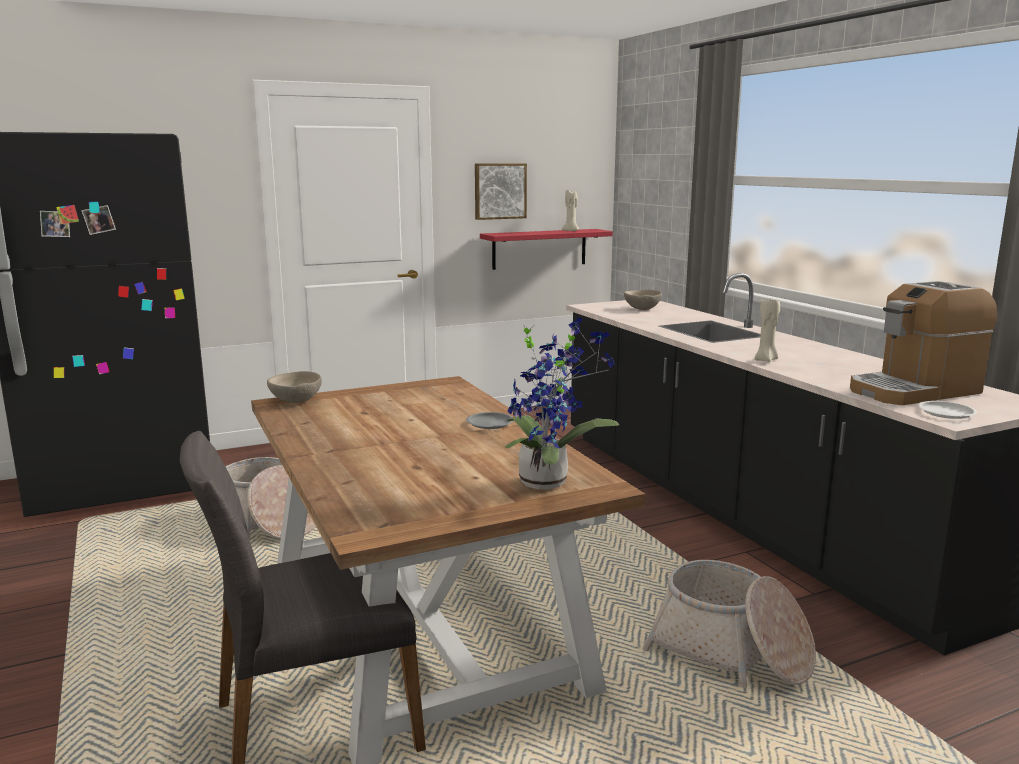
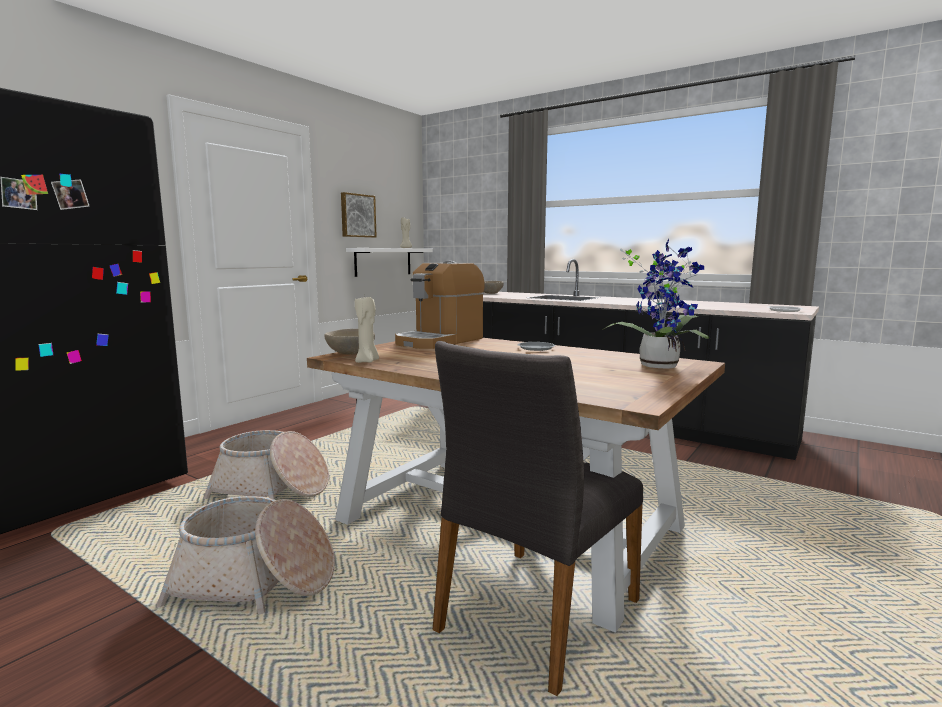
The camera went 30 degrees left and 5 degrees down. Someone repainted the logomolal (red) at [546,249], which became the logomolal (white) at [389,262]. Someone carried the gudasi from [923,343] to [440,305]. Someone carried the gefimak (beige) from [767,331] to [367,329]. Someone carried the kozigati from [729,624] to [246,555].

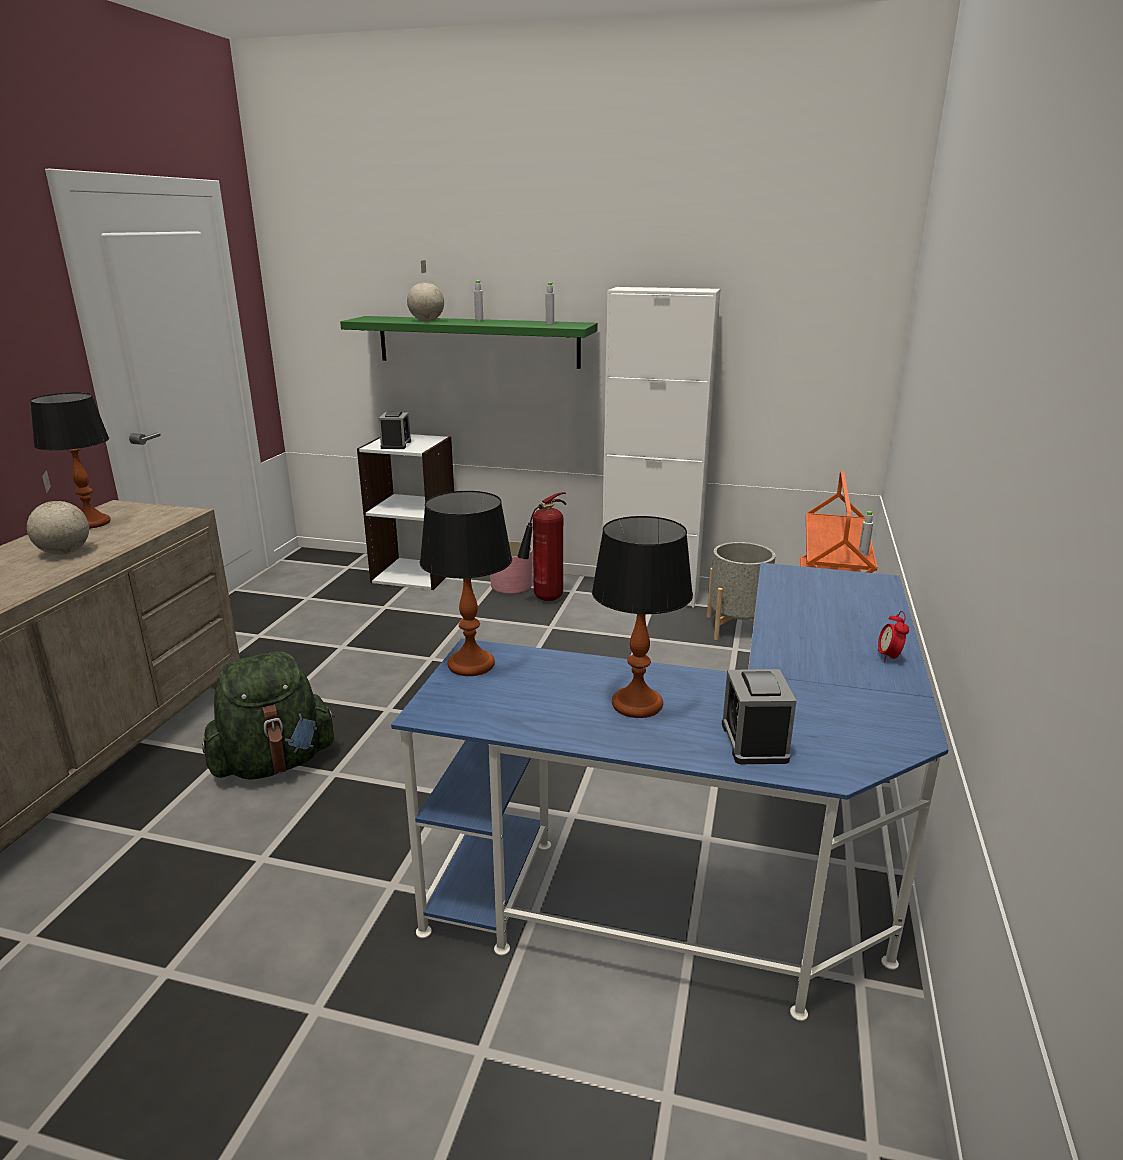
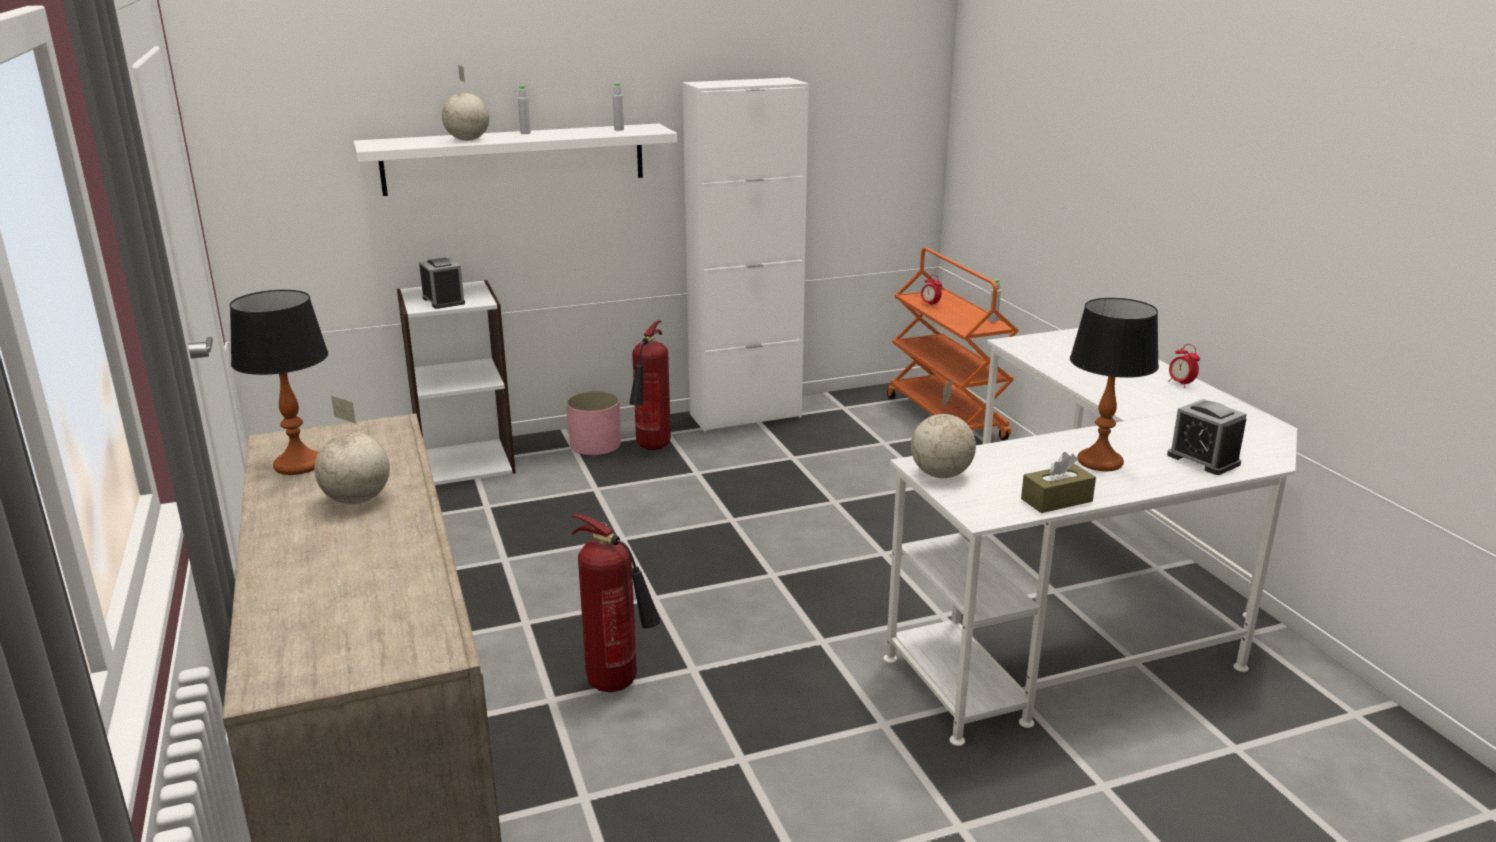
The camera went 35 degrees left and 0 degrees up. Someone repainted the logomolal (green) at [469,342], which became the logomolal (white) at [515,159]. Someone swapped the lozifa at [466,583] for the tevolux at [943,428]. Someone took away the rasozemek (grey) at [741,591]. Someone repainted the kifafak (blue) at [670,792], which became the kifafak (white) at [1090,537]. Someone swapped the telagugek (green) at [268,716] for the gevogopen at [616,603]. Someone put down the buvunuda at [931,290]. Someone put down the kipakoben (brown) at [1058,482].

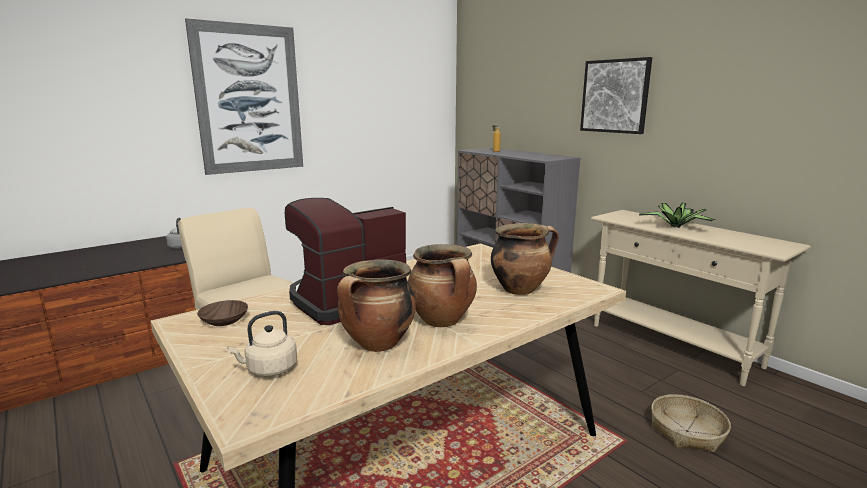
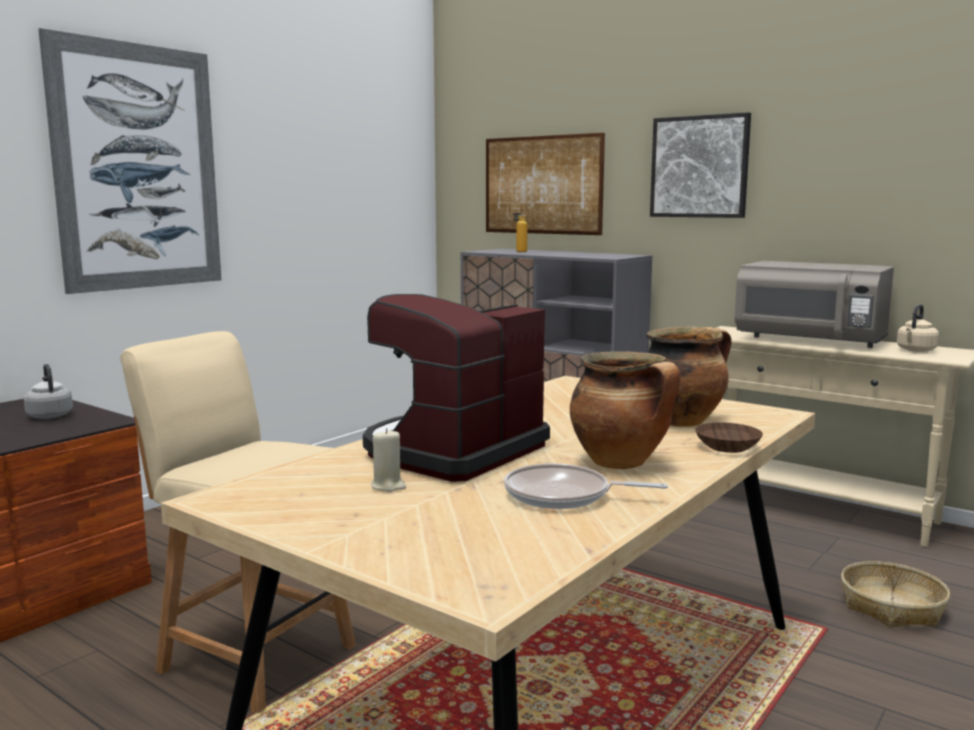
The camera went 15 degrees left and 5 degrees down. Someone swapped the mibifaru at [677,215] for the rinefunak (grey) at [814,304]. Someone swapped the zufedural at [376,305] for the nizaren at [586,486]. Someone carried the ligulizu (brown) from [222,313] to [729,437]. Someone carried the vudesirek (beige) from [262,344] to [918,328]. Someone put up the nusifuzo at [545,184]. Someone put down the gefimak (beige) at [388,460].

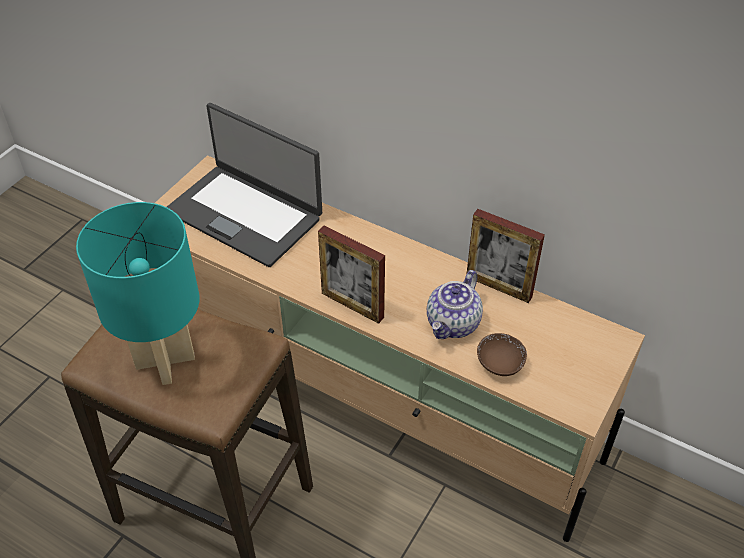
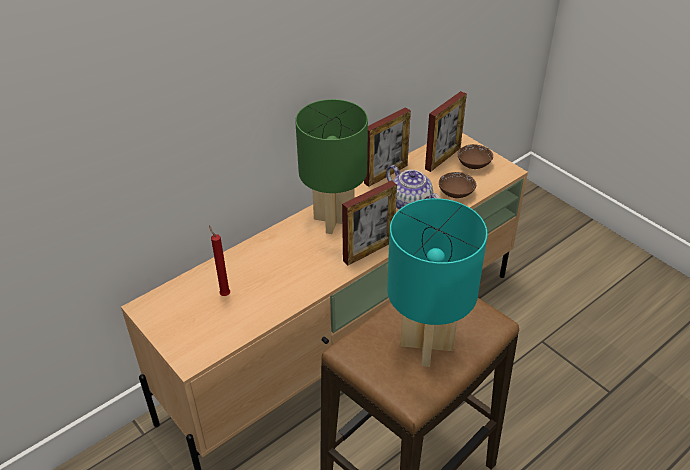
The camera went 70 degrees left and 5 degrees down. Someone swapped the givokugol at [244,185] for the gefimak (red) at [219,260]. Someone put down the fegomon at [446,131]. Someone put down the lozifa (green) at [331,166]. Someone put down the ligulizu (brown) at [475,156].

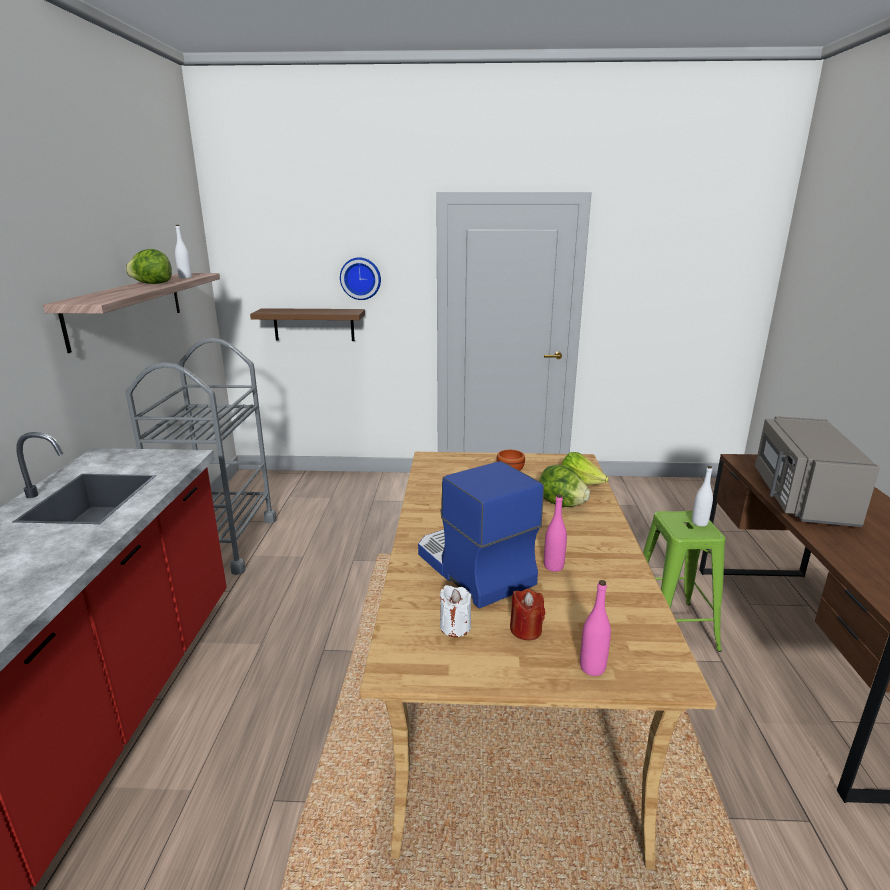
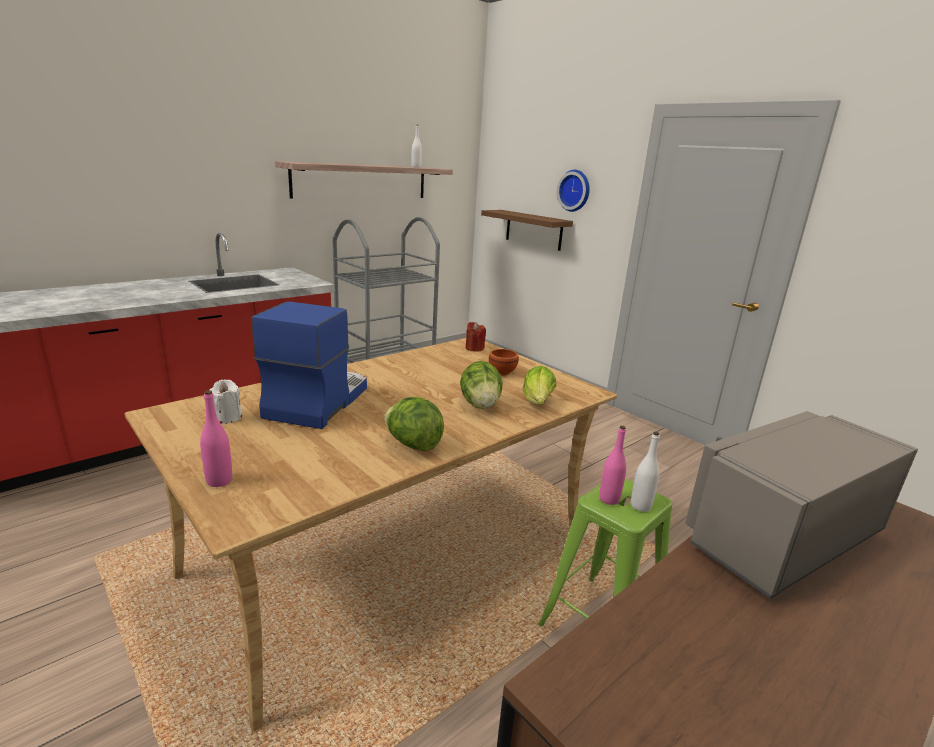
The camera went 45 degrees right and 0 degrees up. Someone carried the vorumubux from [148,266] to [414,424]. Someone carried the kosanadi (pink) from [555,533] to [612,465]. Someone carried the gefimak (red) from [527,614] to [476,337].

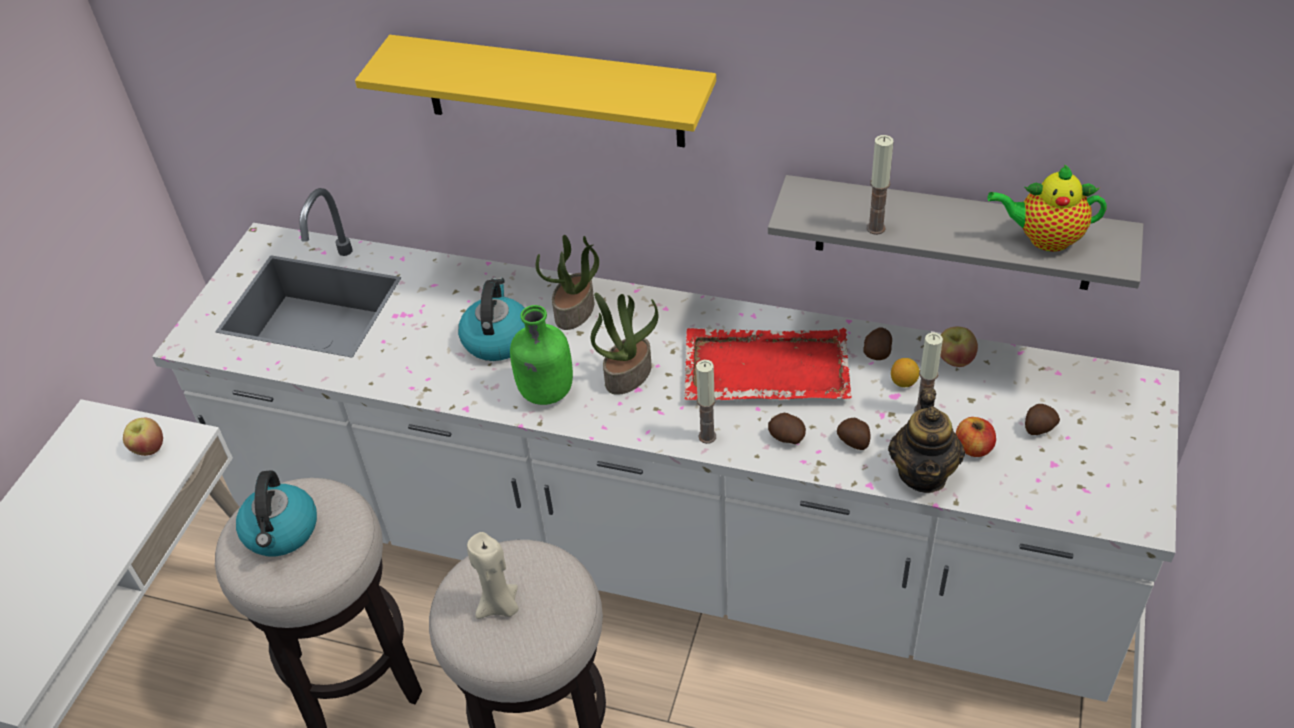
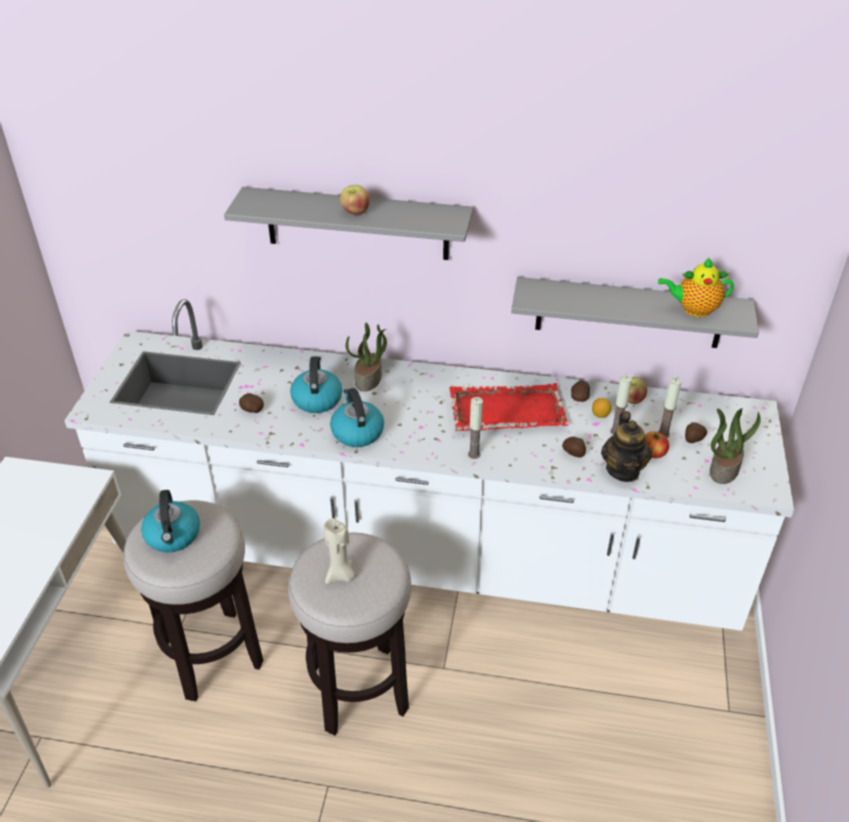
The camera went 10 degrees left and 5 degrees down. Someone repainted the logomolal (yellow) at [535,91], which became the logomolal (grey) at [348,223]. Someone carried the gefimak from [880,185] to [670,407]. Someone carried the mibifaru from [625,344] to [735,446]. Someone swapped the kosanadi (green) at [541,355] for the vudesirek at [357,417]. Someone carried the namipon from [787,428] to [251,403]. Someone carried the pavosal from [143,437] to [355,200].

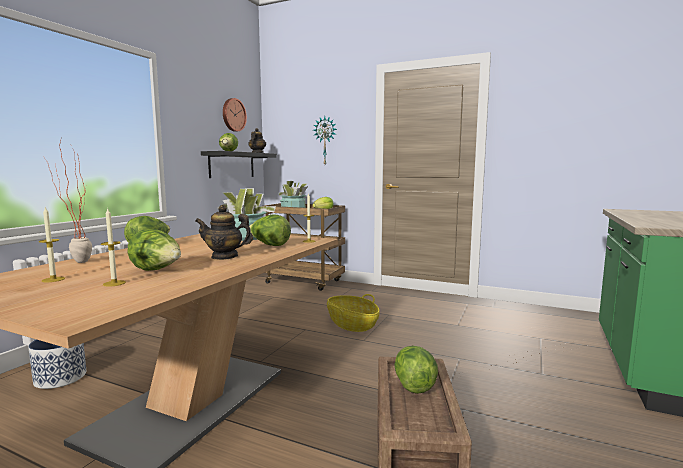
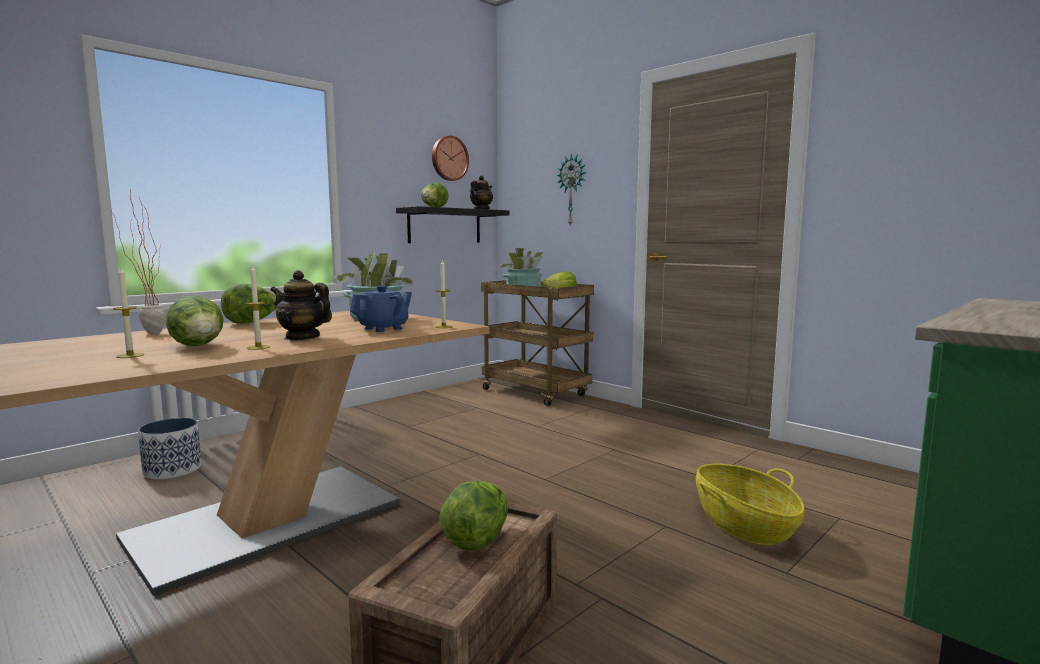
The camera went 20 degrees right and 0 degrees up. Someone carried the gefimak from [52,244] to [257,308]. Someone swapped the vorumubux at [270,230] for the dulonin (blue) at [381,309]. Someone carried the kozigati from [353,313] to [750,504].

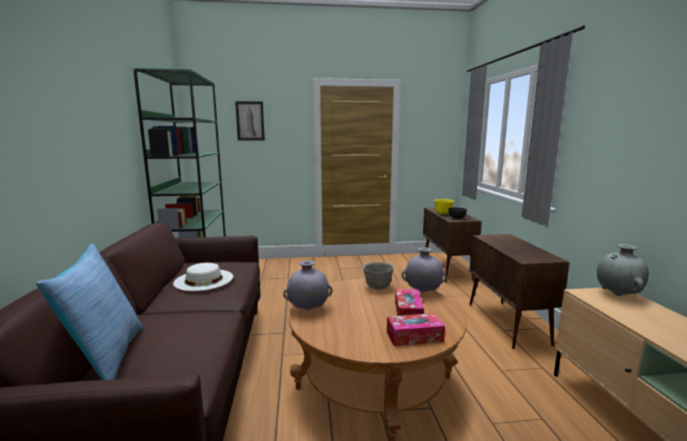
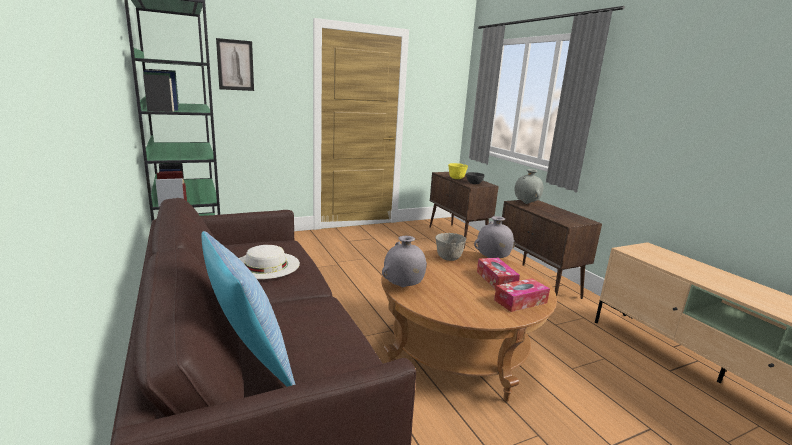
The camera went 20 degrees left and 5 degrees up. Someone carried the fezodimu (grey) from [623,270] to [529,186].

